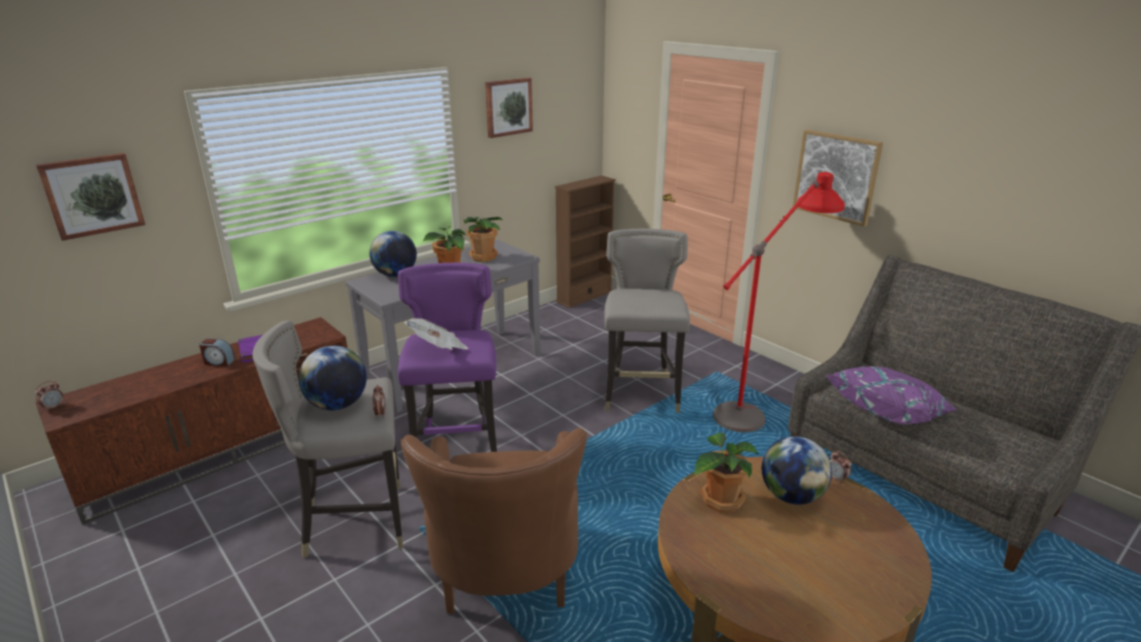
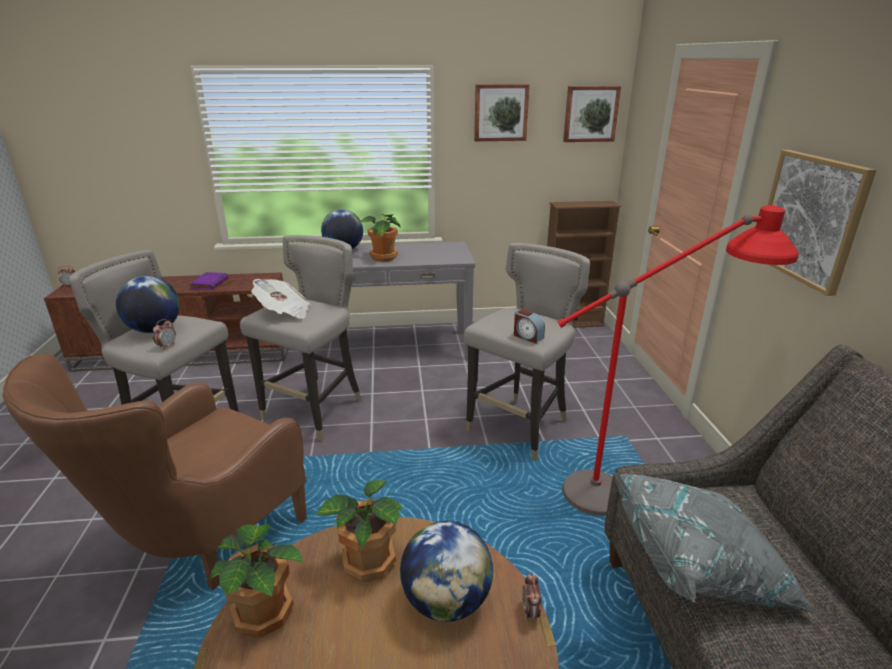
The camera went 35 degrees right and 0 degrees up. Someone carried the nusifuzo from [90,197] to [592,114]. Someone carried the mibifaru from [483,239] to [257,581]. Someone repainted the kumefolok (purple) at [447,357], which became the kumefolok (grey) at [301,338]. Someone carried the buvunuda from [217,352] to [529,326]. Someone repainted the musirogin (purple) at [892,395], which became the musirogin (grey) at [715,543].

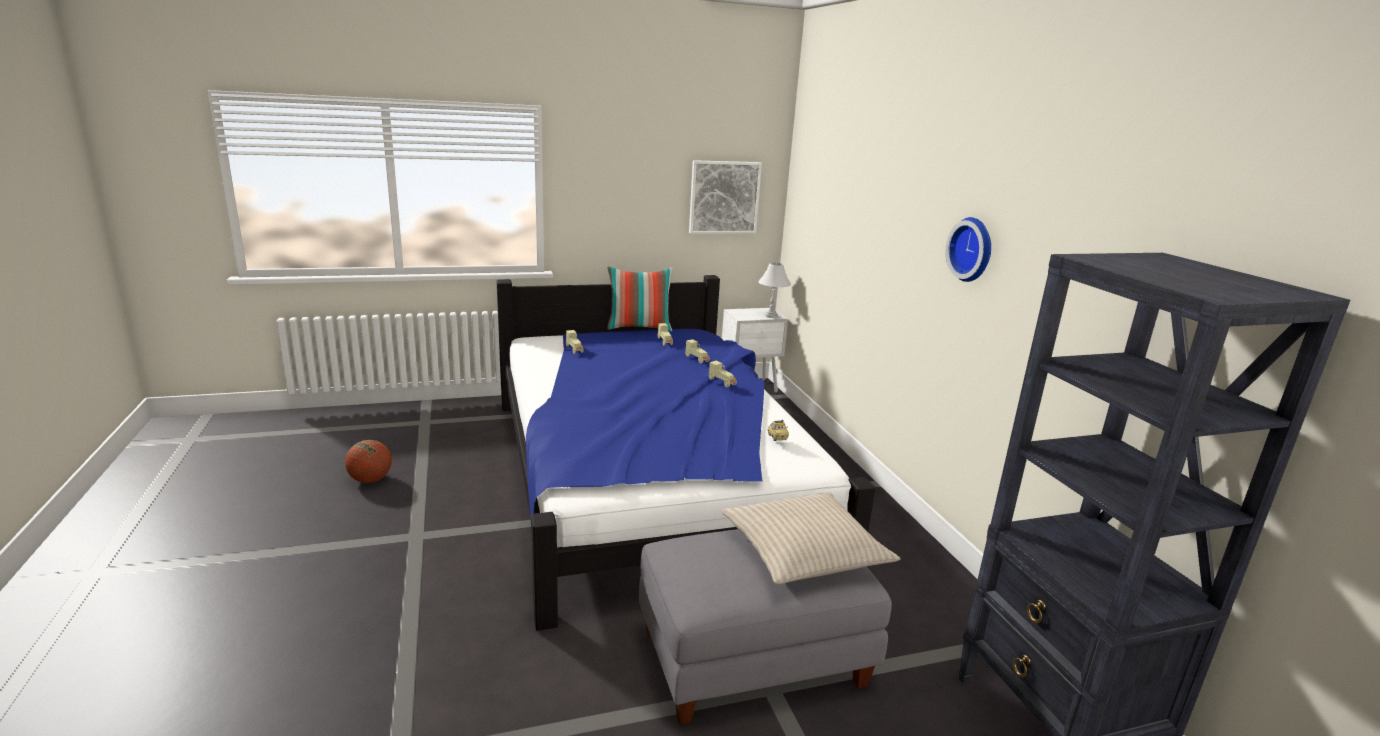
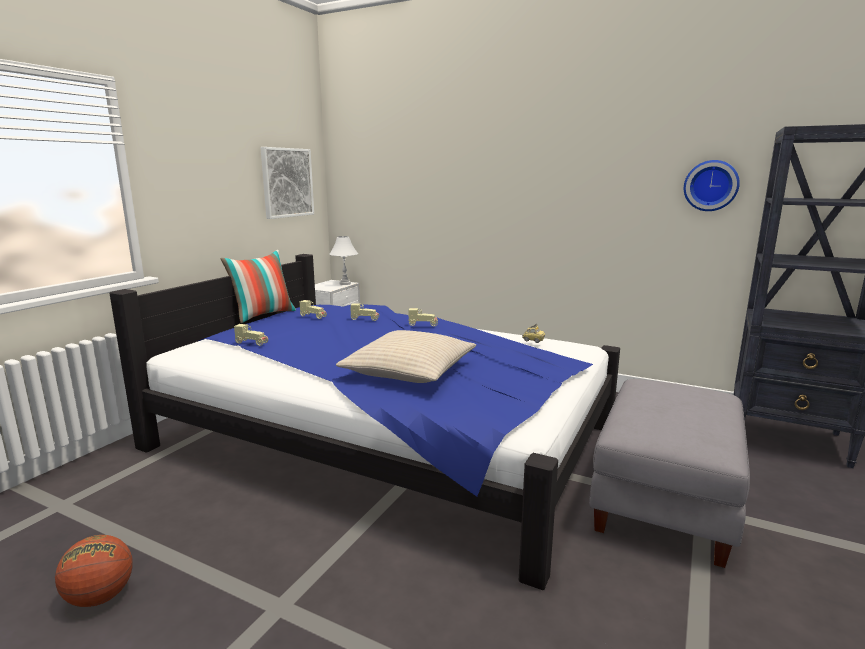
The camera went 45 degrees left and 5 degrees down. Someone carried the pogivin from [968,249] to [712,185]. Someone carried the musirogin (beige) from [811,538] to [406,356].

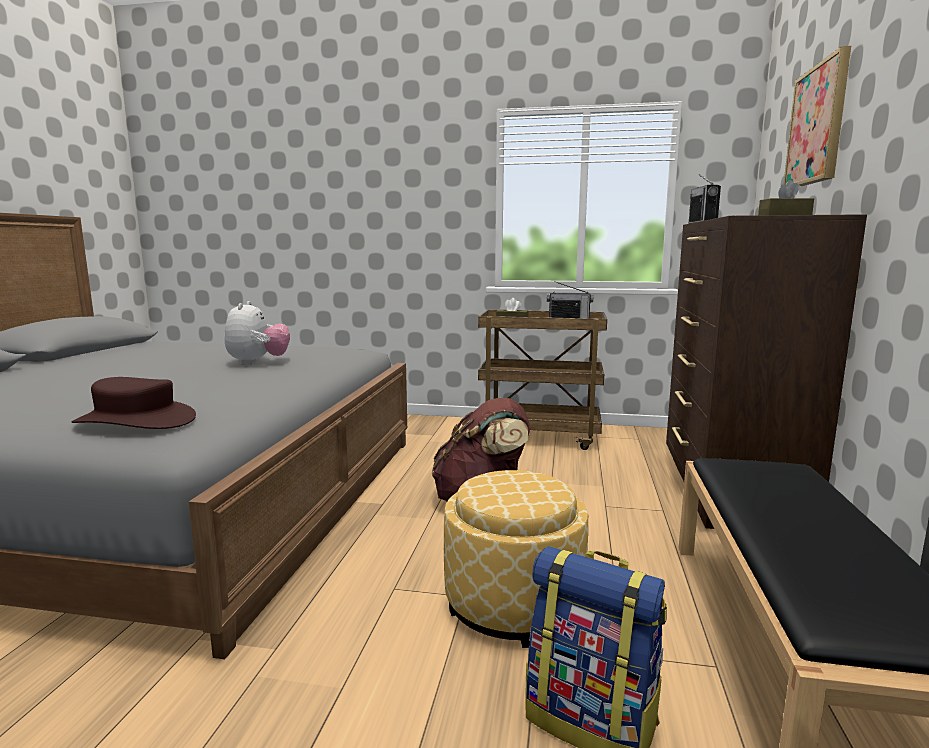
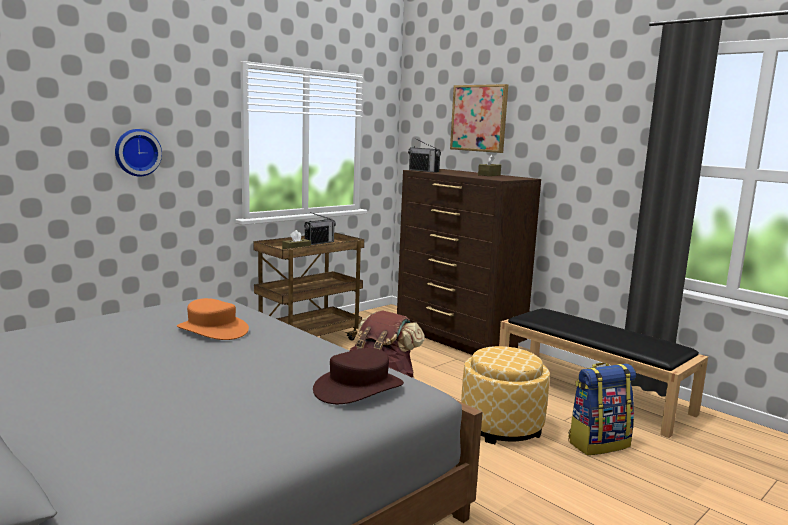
The camera went 55 degrees left and 0 degrees up. Someone swapped the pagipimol at [257,333] for the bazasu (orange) at [213,319]. Someone put up the pogivin at [138,152].

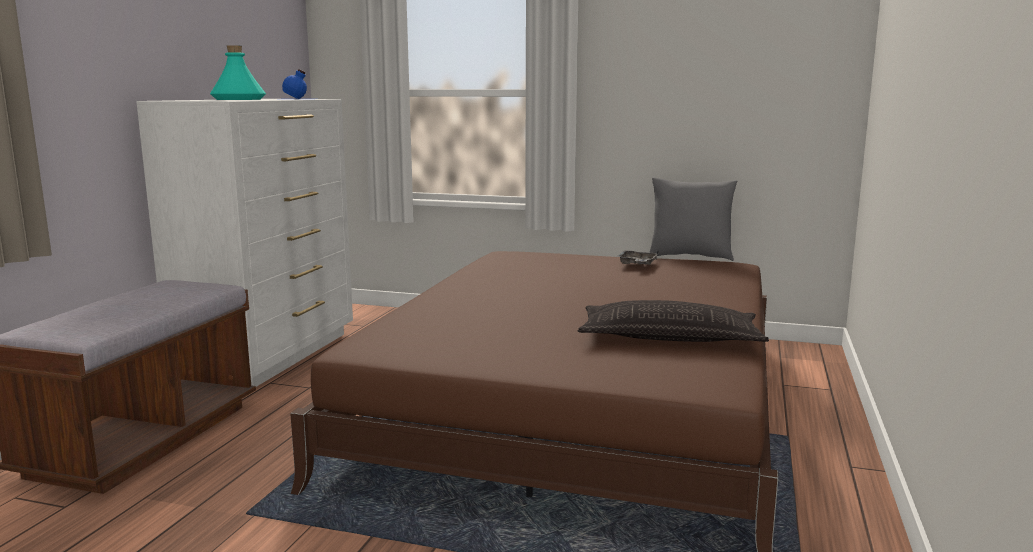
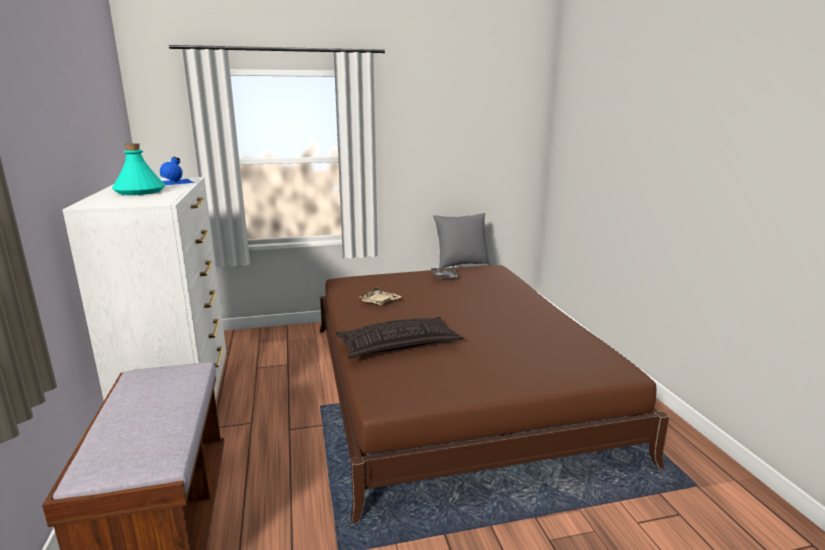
The camera went 30 degrees left and 5 degrees up. Someone carried the musirogin from [673,321] to [399,337]. Someone put down the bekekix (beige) at [380,296].

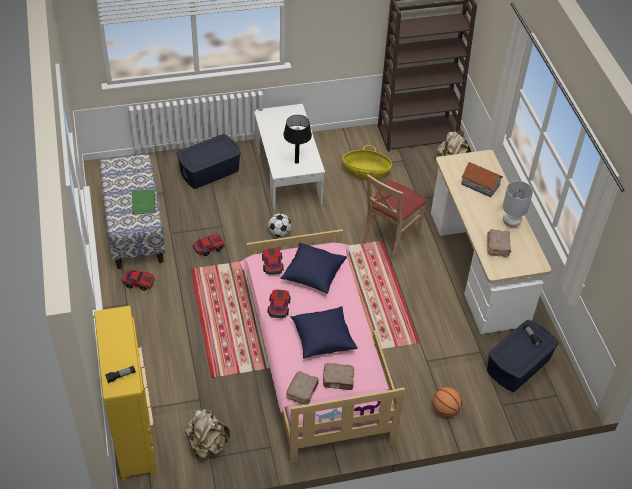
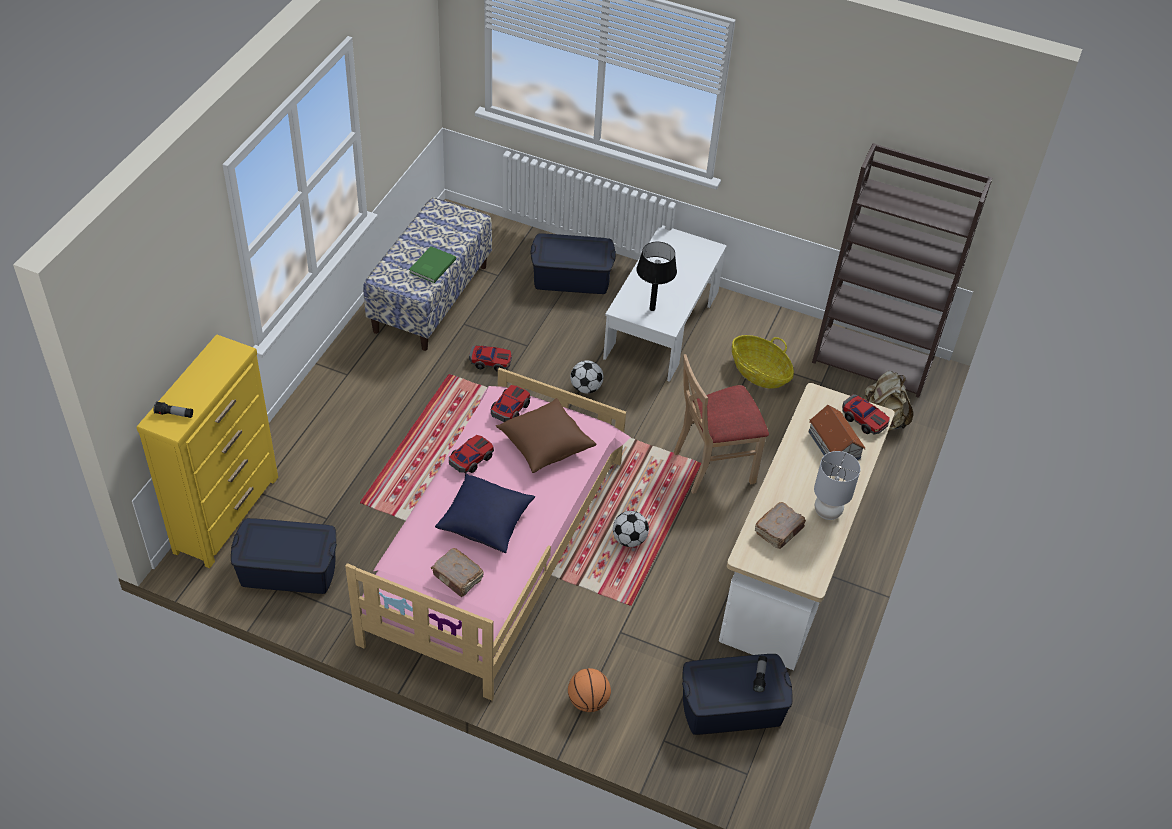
The camera went 35 degrees right and 0 degrees up. Someone repainted the musirogin (blue) at [313,268], which became the musirogin (brown) at [546,435]. Someone carried the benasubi from [138,280] to [866,414]. Someone took away the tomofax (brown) at [302,388]. Someone swapped the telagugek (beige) at [207,433] for the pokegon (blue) at [284,556]. Someone put down the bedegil at [631,529].

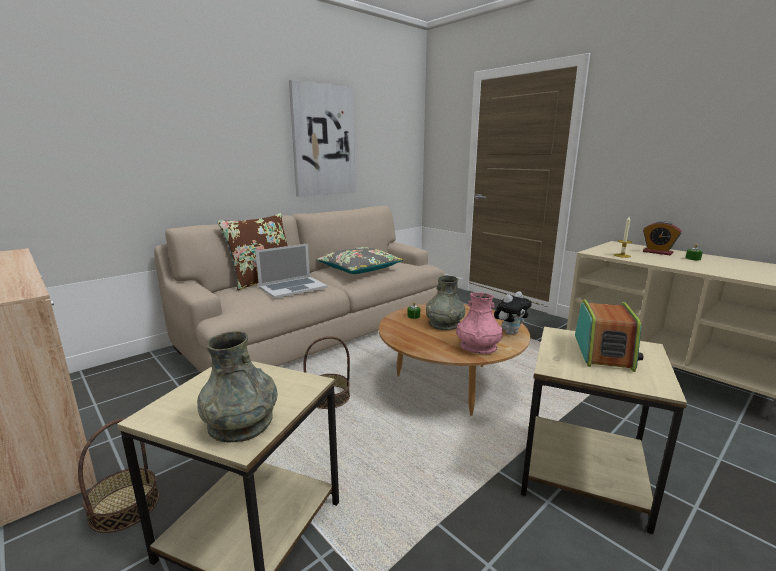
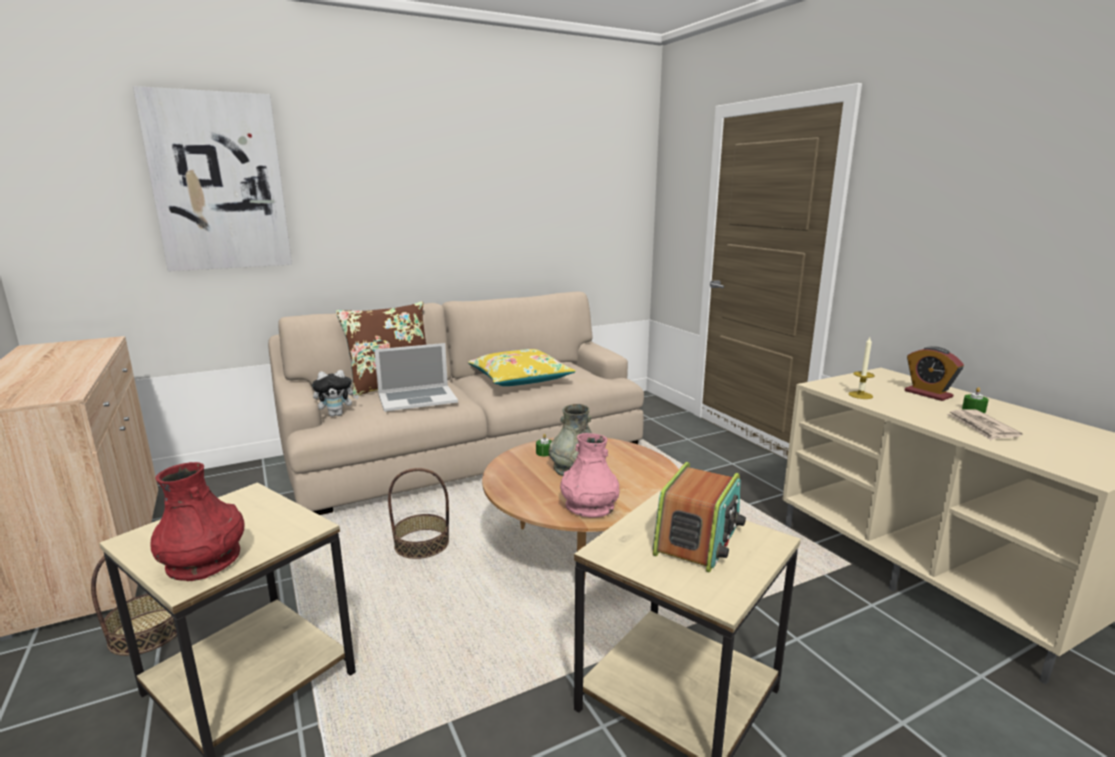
The camera went 15 degrees right and 0 degrees up. Someone carried the nusifuzo from [322,138] to [212,178]. Someone repainted the musirogin (grey) at [359,260], which became the musirogin (yellow) at [522,367]. Someone carried the pagipimol from [513,313] to [335,393]. Someone repainted the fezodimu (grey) at [237,386], which became the fezodimu (red) at [197,521]. Someone put down the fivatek at [984,424].

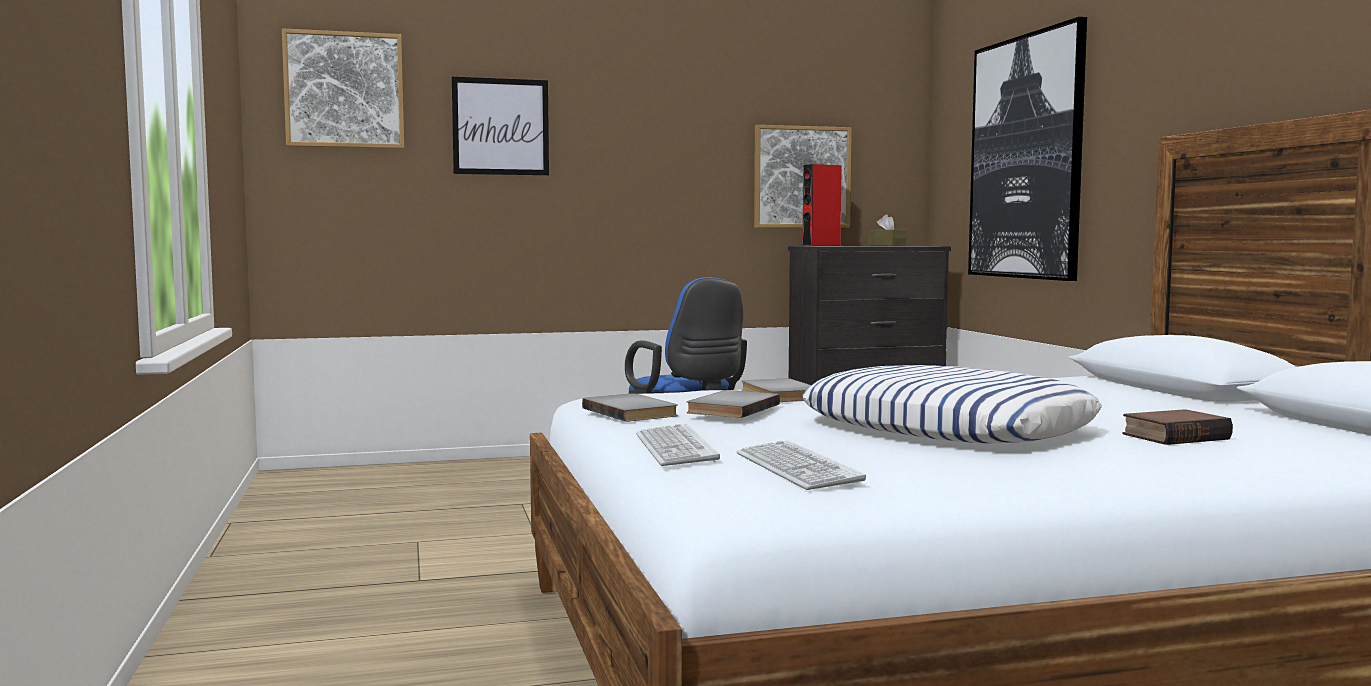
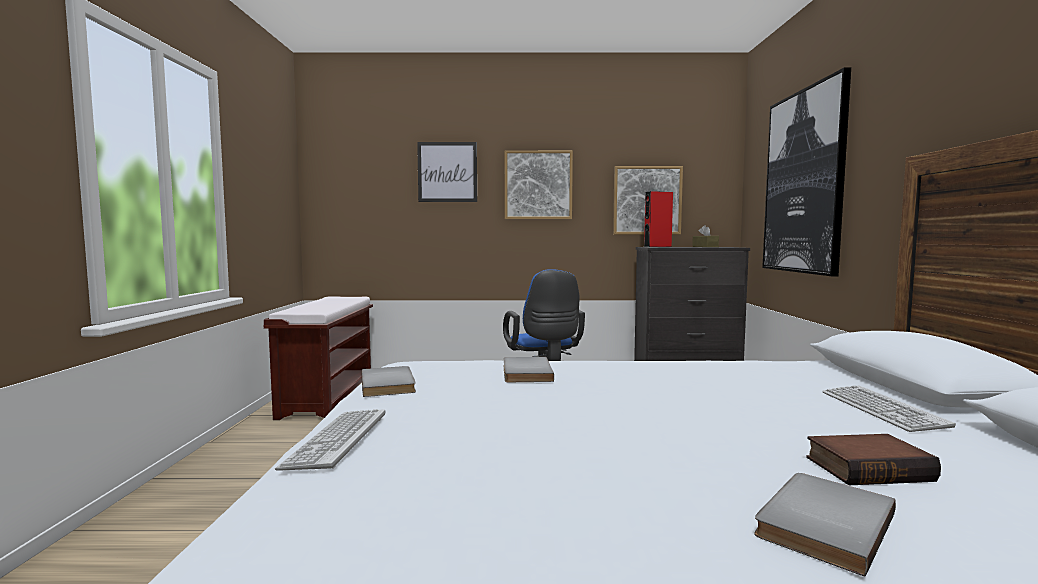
The camera went 15 degrees right and 0 degrees up. Someone carried the nusifuzo from [343,88] to [539,184]. Someone took away the musirogin at [952,404]. Someone carried the tomofax (grey) from [733,404] to [825,524]. Someone carried the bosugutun from [801,465] to [889,408]. Someone put down the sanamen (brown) at [318,358].

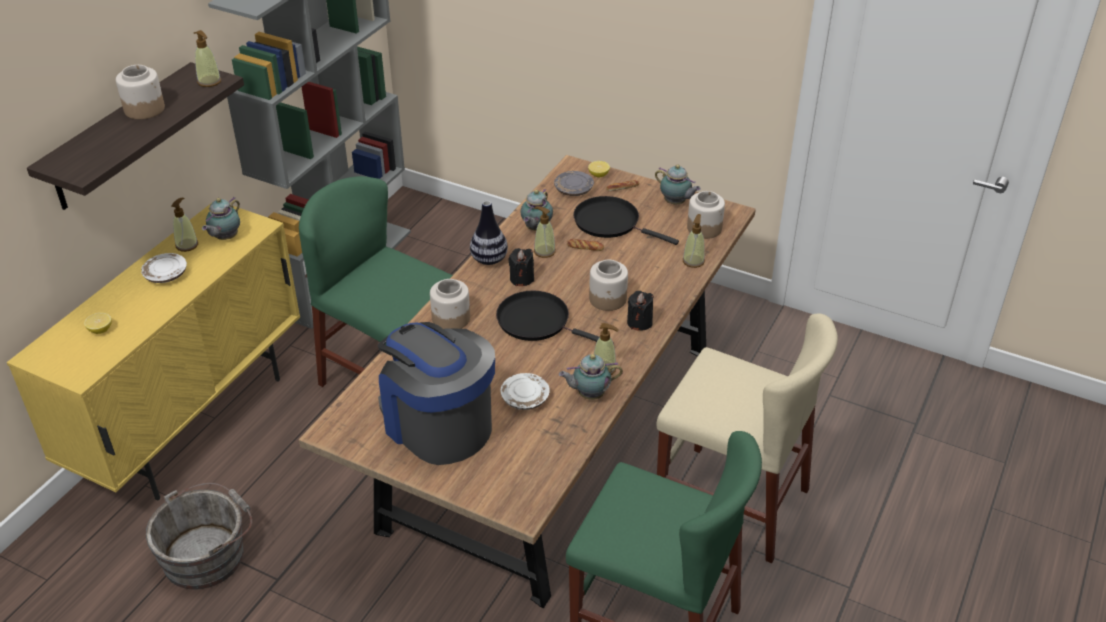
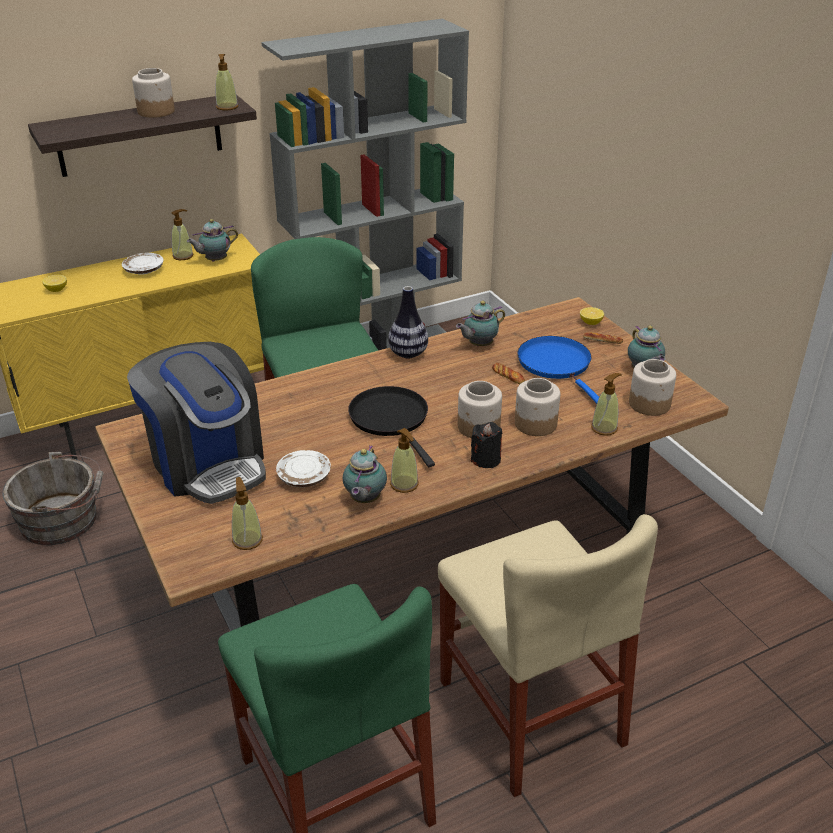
The camera went 35 degrees right and 5 degrees down. Someone took away the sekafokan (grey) at [574,183]. Someone repainted the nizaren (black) at [626,220], which became the nizaren (blue) at [558,370]. Someone carried the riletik from [545,232] to [247,513]. Someone took away the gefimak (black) at [521,267]. Someone carried the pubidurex from [450,304] to [537,407]. Someone rotated the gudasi at [436,393] by 150 degrees clockwise. Someone rotated the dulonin at [591,377] by 105 degrees counterclockwise.

